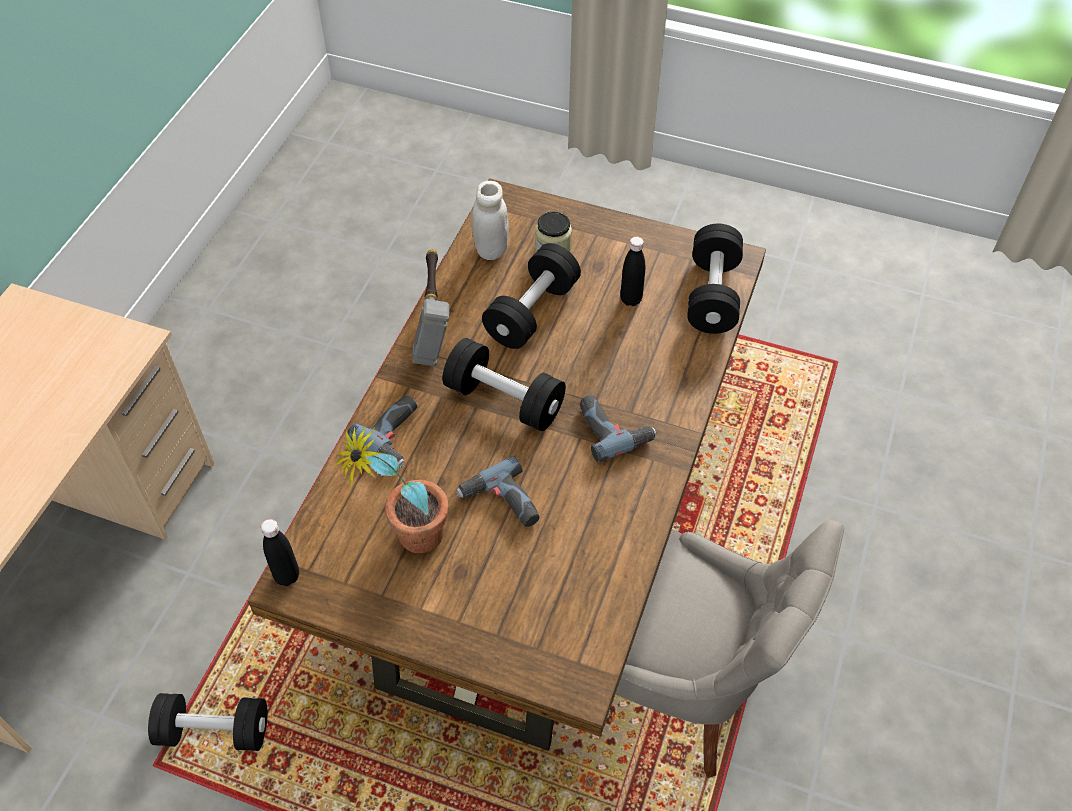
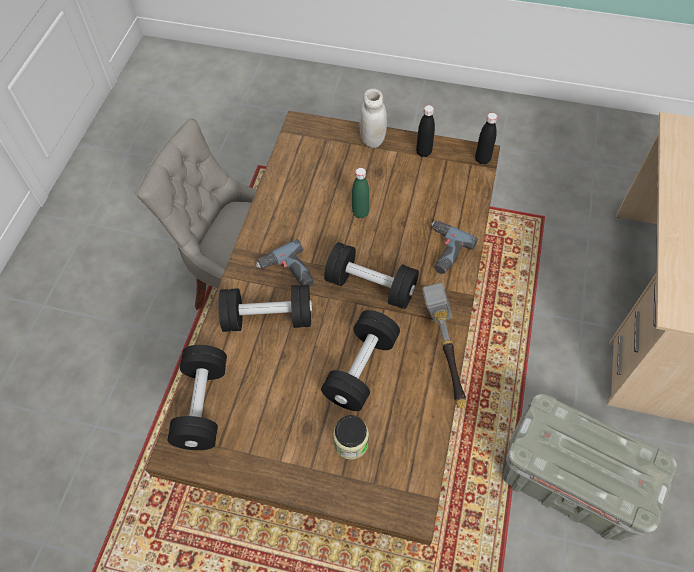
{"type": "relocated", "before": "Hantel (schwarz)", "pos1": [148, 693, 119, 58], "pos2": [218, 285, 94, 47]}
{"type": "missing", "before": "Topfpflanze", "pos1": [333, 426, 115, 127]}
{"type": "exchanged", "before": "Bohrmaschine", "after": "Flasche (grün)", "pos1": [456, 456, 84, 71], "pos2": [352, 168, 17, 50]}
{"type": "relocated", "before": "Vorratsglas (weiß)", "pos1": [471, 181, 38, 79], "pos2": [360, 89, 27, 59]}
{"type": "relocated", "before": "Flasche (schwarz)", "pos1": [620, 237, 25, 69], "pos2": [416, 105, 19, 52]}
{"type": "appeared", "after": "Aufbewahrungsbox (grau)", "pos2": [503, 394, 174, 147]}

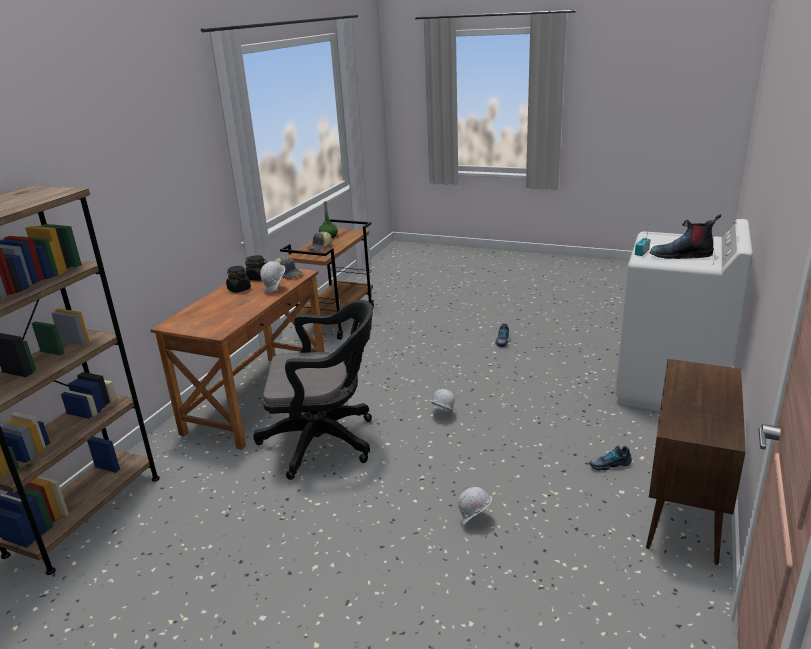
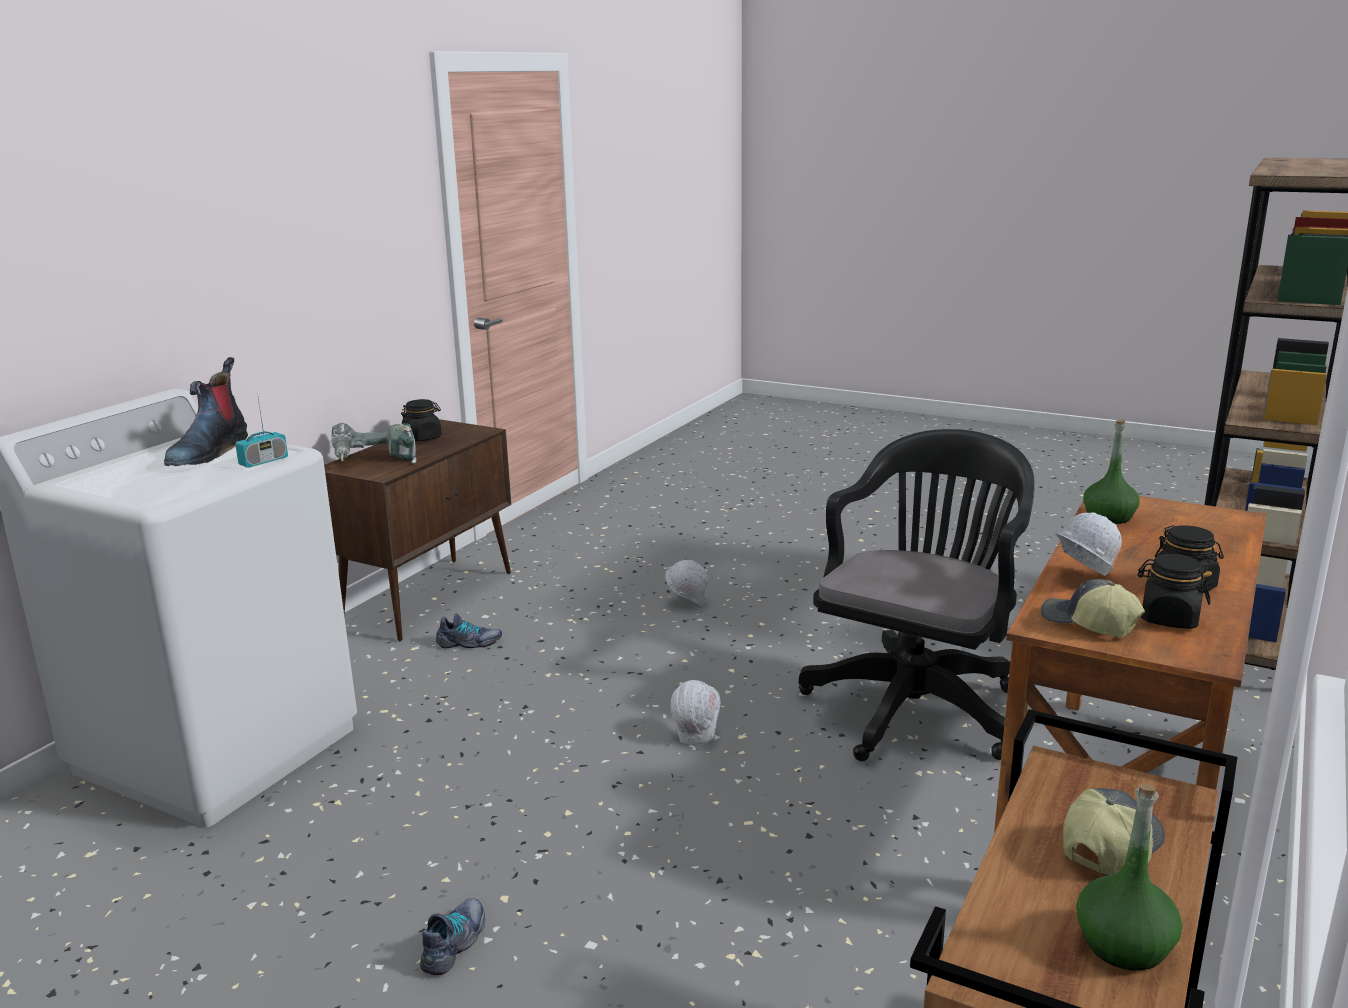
{"type": "spun", "before": "Bürostuhl (schwarz)", "pos1": [253, 300, 120, 180], "pos2": [799, 429, 236, 332], "turn": 120}
{"type": "spun", "before": "Stiefel", "pos1": [650, 214, 71, 45], "pos2": [164, 357, 84, 109], "turn": 90}
{"type": "appeared", "after": "Bohrmaschine", "pos2": [331, 423, 85, 41]}
{"type": "appeared", "after": "Vorratsglas (schwarz)", "pos2": [401, 399, 41, 42]}
{"type": "appeared", "after": "Flasche (grün)", "pos2": [1083, 420, 57, 104]}

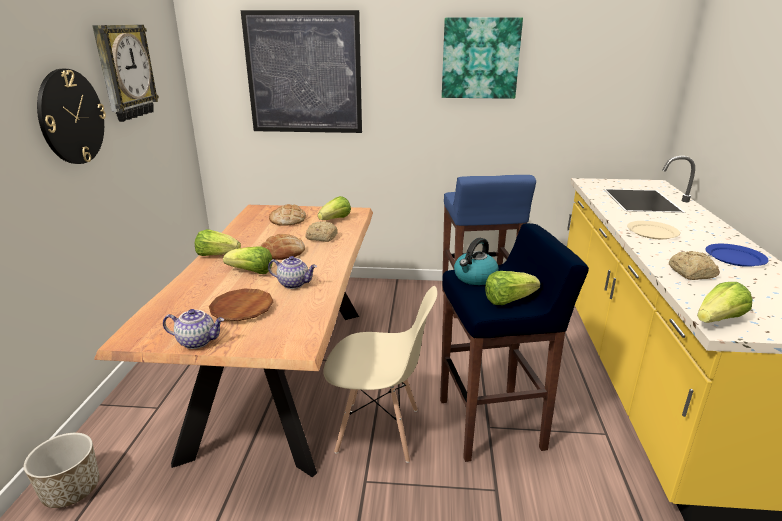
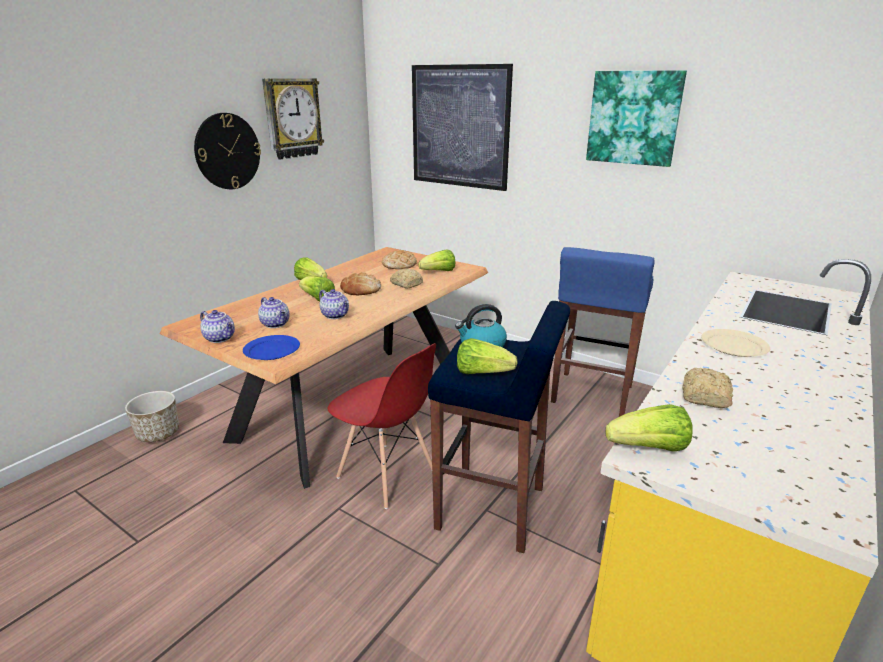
{"type": "exchanged", "before": "Teller (braun)", "after": "Teekanne", "pos1": [209, 289, 65, 32], "pos2": [258, 297, 32, 31]}
{"type": "colour", "before": "Stuhl (beige)", "after": "Stuhl (rot)", "pos1": [323, 286, 114, 177], "pos2": [327, 343, 109, 166]}
{"type": "relocated", "before": "Teller (blau)", "pos1": [705, 244, 64, 23], "pos2": [243, 335, 57, 25]}

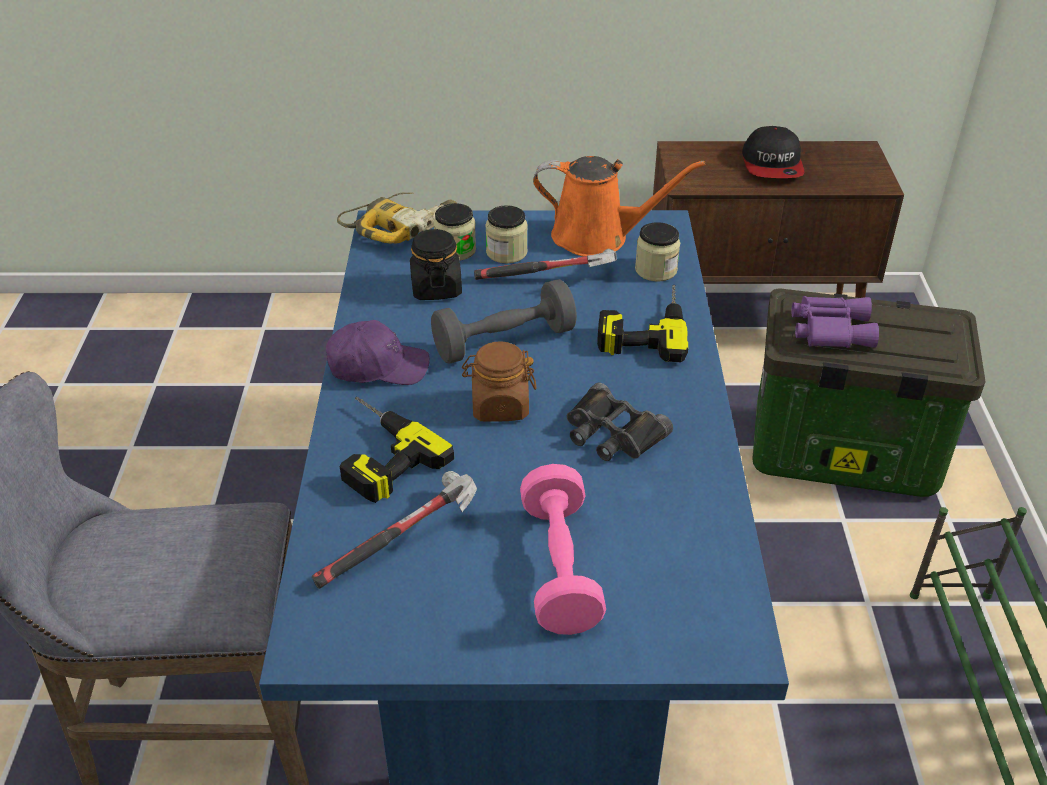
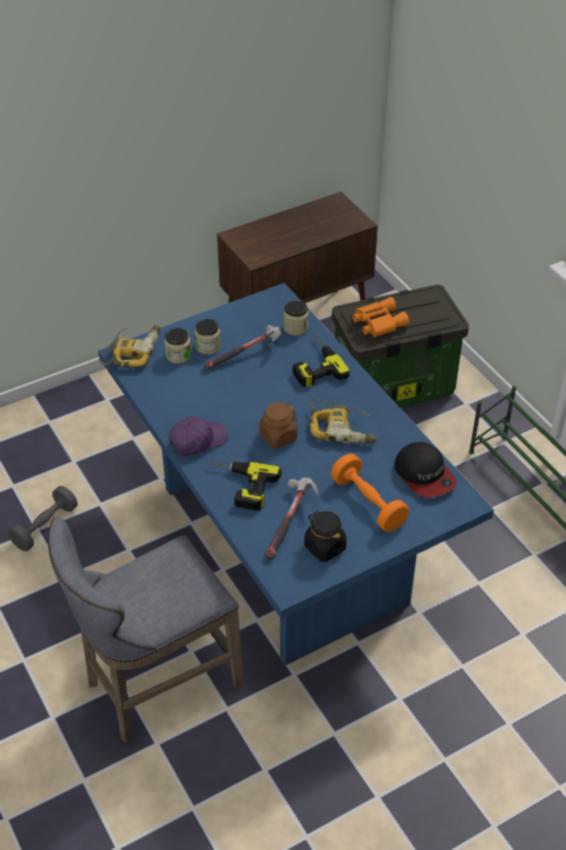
{"type": "relocated", "before": "Vorratsglas (schwarz)", "pos1": [410, 229, 52, 71], "pos2": [304, 511, 43, 51]}
{"type": "relocated", "before": "Hantel (grau)", "pos1": [431, 279, 146, 85], "pos2": [8, 486, 70, 65]}
{"type": "colour", "before": "Hantel (rosa)", "after": "Hantel (orange)", "pos1": [520, 464, 86, 171], "pos2": [331, 454, 78, 78]}
{"type": "missing", "before": "Gießkanne (orange)", "pos1": [533, 156, 172, 101]}
{"type": "exchanged", "before": "Fernglas (schwarz)", "after": "Bohrmaschine", "pos1": [567, 383, 106, 78], "pos2": [310, 399, 67, 45]}
{"type": "relocated", "before": "Kappe", "pos1": [742, 126, 63, 52], "pos2": [394, 442, 63, 56]}
{"type": "colour", "before": "Fernglas (lila)", "after": "Fernglas (orange)", "pos1": [791, 296, 88, 52], "pos2": [353, 297, 56, 40]}

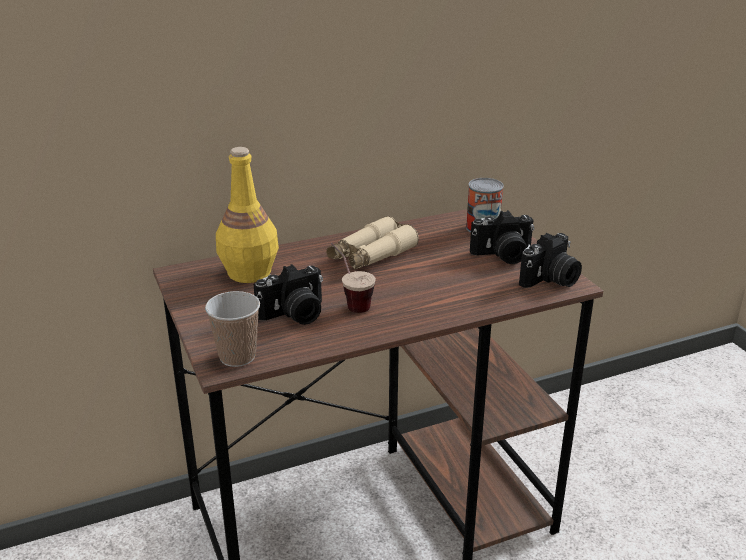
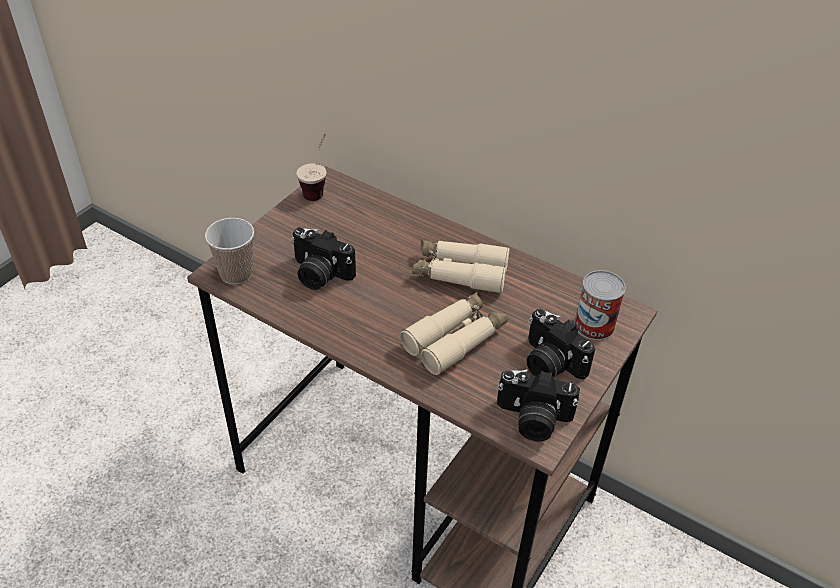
{"type": "missing", "before": "Flasche (gelb)", "pos1": [216, 147, 63, 136]}
{"type": "relocated", "before": "Tasse", "pos1": [331, 243, 45, 70], "pos2": [297, 134, 29, 67]}
{"type": "appeared", "after": "Fernglas (beige)", "pos2": [400, 292, 108, 83]}

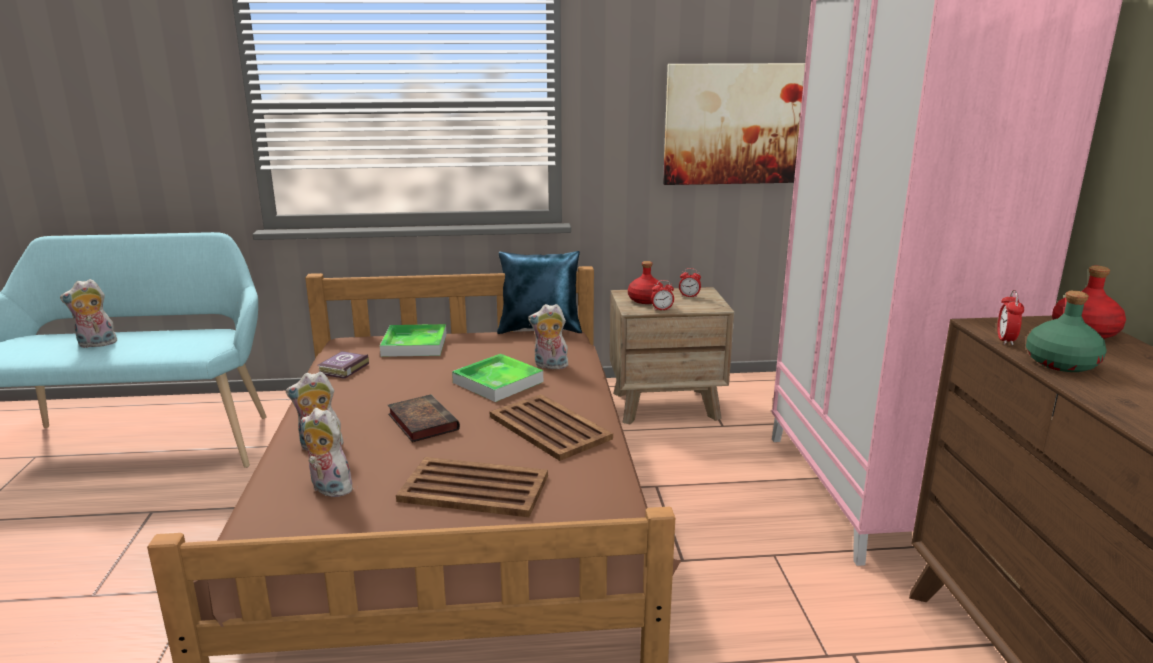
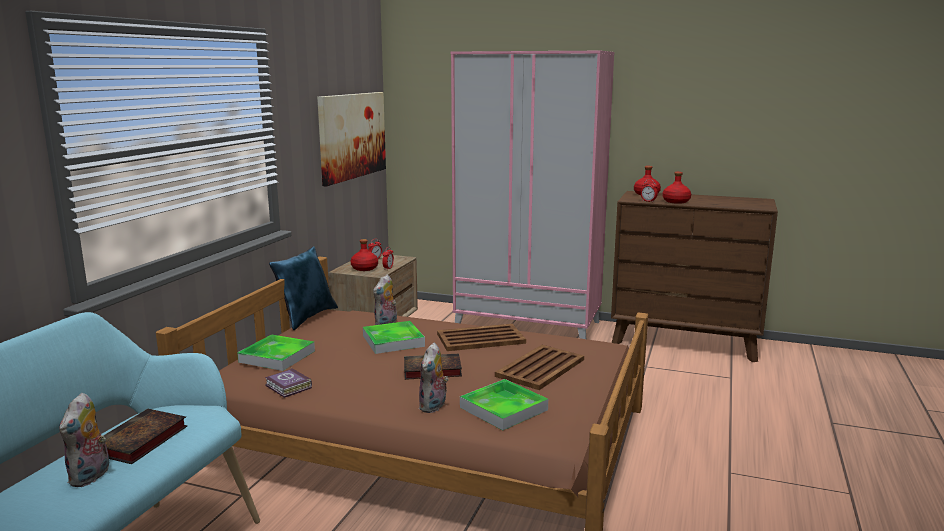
{"type": "exchanged", "before": "Plüschtier", "after": "Tablett", "pos1": [301, 408, 51, 89], "pos2": [460, 379, 88, 51]}
{"type": "colour", "before": "Flasche (grün)", "after": "Flasche (rot)", "pos1": [1026, 291, 81, 81], "pos2": [662, 172, 29, 32]}
{"type": "appeared", "after": "Buch", "pos2": [103, 409, 84, 55]}

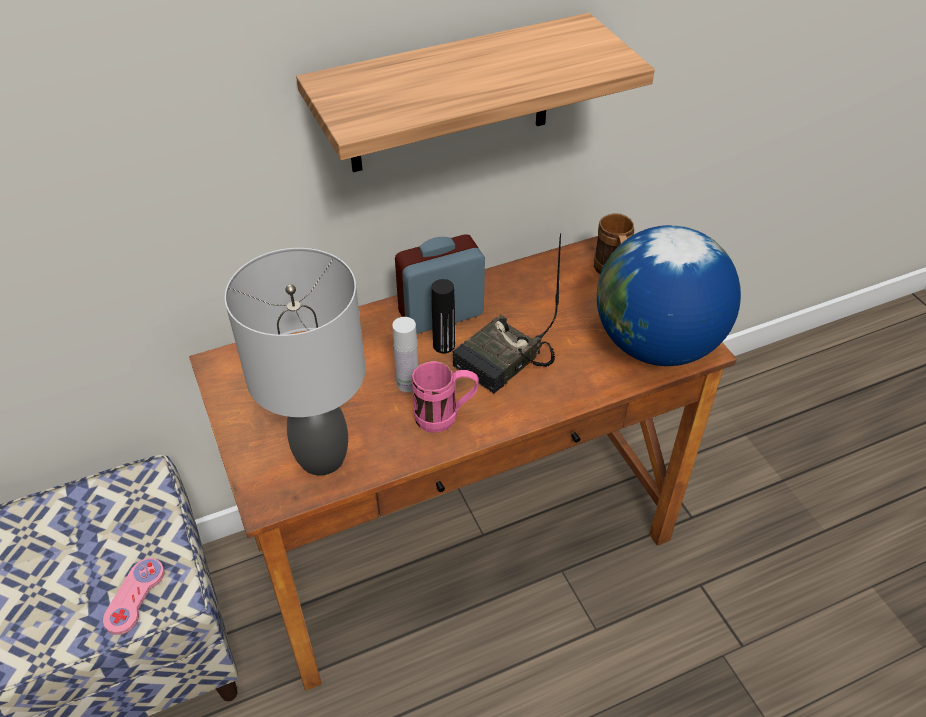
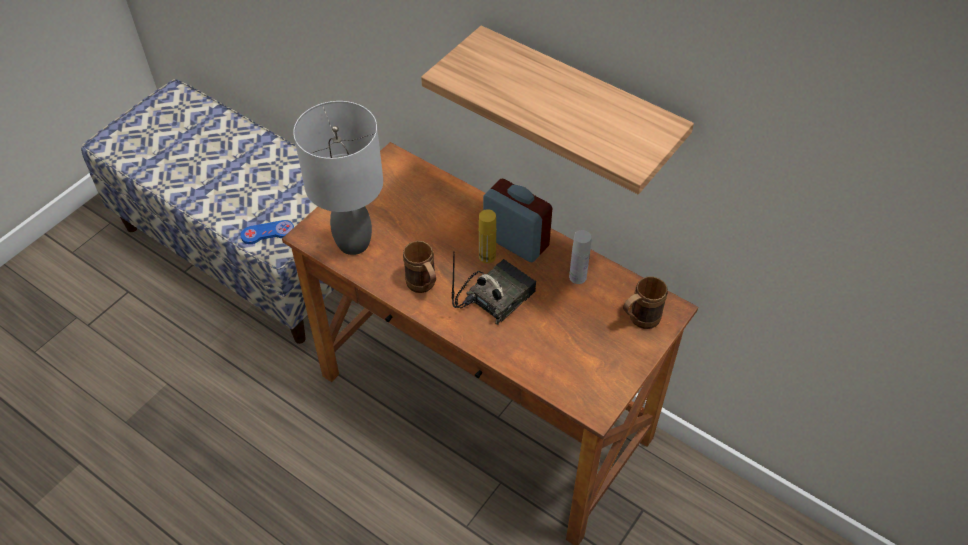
{"type": "colour", "before": "Gamepad (rosa)", "after": "Gamepad (blau)", "pos1": [103, 558, 61, 77], "pos2": [240, 220, 54, 24]}
{"type": "relocated", "before": "Flasche (weiß)", "pos1": [392, 317, 27, 75], "pos2": [569, 230, 23, 54]}
{"type": "colour", "before": "Henkelbecher (rosa)", "after": "Henkelbecher (braun)", "pos1": [412, 361, 67, 72], "pos2": [403, 241, 33, 52]}
{"type": "colour", "before": "Flasche (schwarz)", "after": "Flasche (gelb)", "pos1": [432, 279, 23, 75], "pos2": [479, 209, 17, 54]}
{"type": "spun", "before": "Radio", "pos1": [453, 233, 108, 161], "pos2": [452, 251, 84, 74], "turn": 120}
{"type": "missing", "before": "Globus", "pos1": [597, 225, 144, 141]}

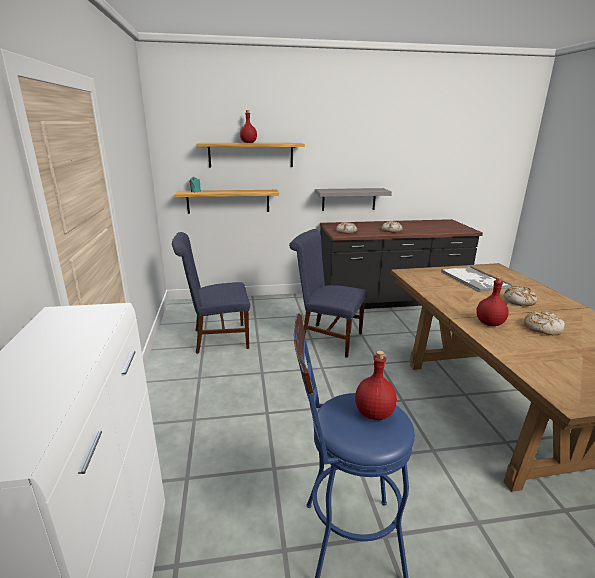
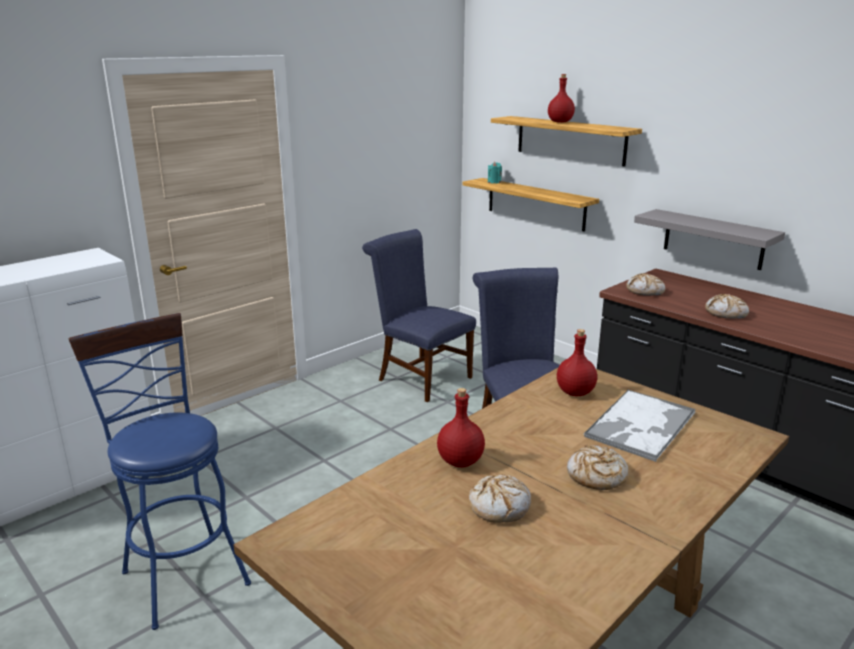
{"type": "relocated", "before": "Flasche (rot)", "pos1": [355, 351, 42, 69], "pos2": [557, 329, 40, 67]}

